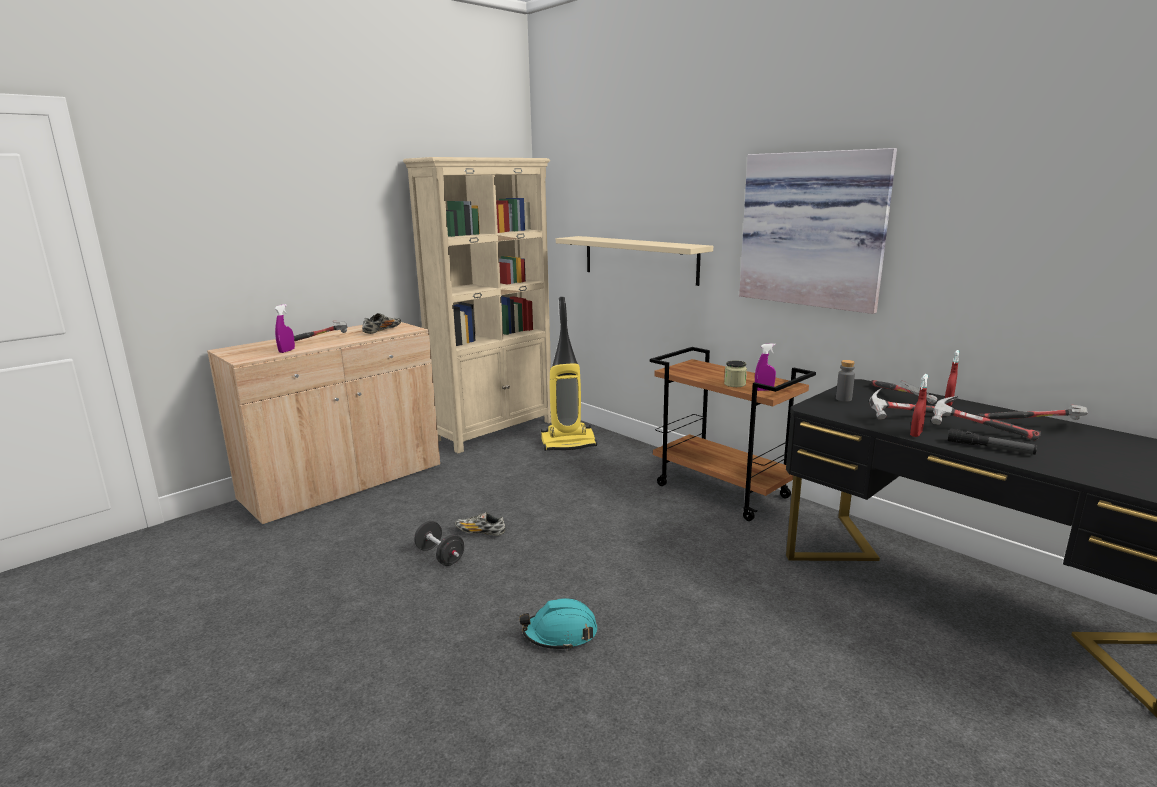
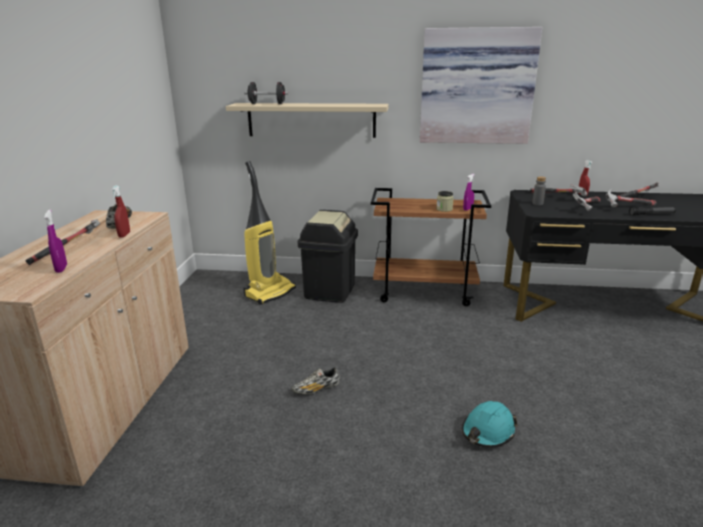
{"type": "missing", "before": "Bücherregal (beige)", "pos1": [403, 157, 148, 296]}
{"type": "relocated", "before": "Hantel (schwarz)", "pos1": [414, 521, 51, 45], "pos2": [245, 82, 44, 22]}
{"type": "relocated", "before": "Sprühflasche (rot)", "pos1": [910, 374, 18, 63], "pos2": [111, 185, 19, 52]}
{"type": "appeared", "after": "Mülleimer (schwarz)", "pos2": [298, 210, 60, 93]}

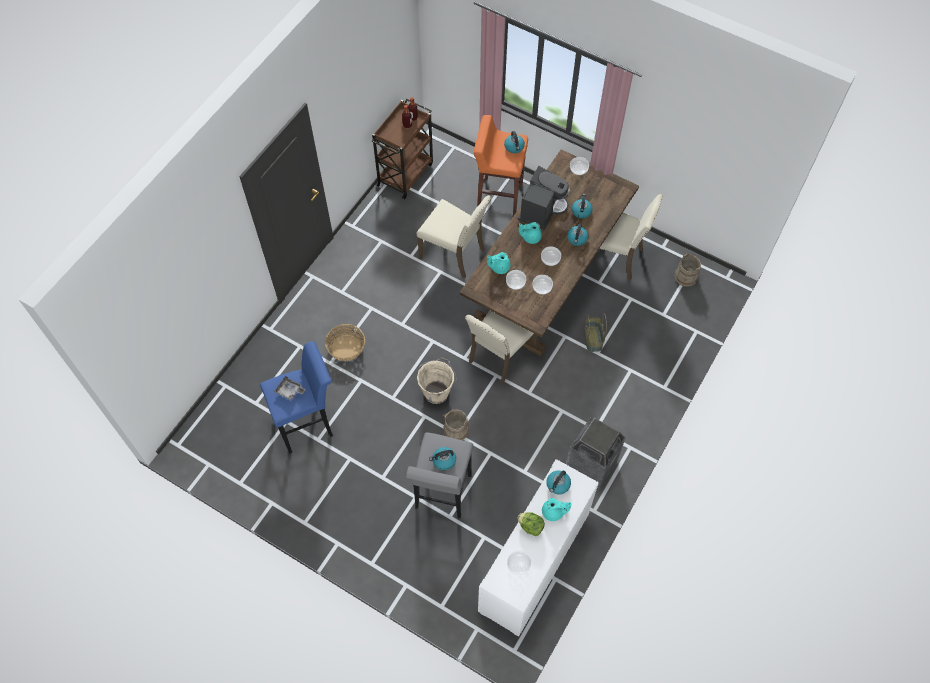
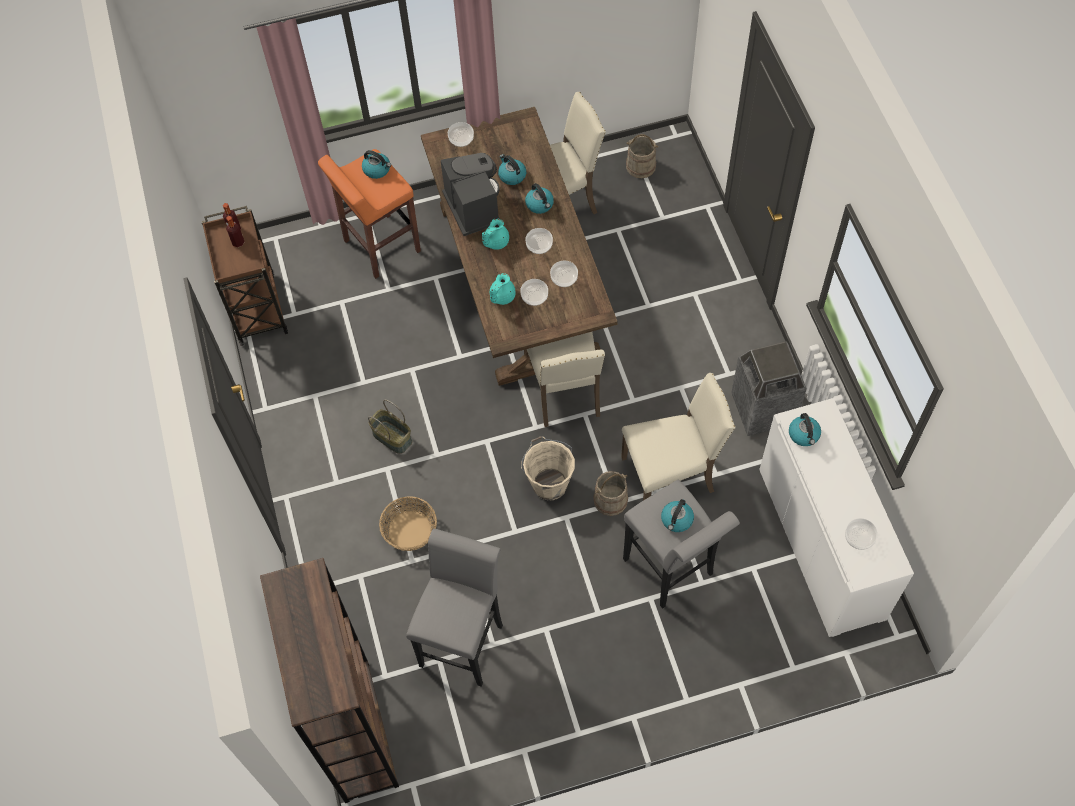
{"type": "colour", "before": "Hocker (blau)", "after": "Hocker (grau)", "pos1": [260, 341, 73, 113], "pos2": [406, 529, 97, 158]}
{"type": "missing", "before": "Tablett (grau)", "pos1": [274, 376, 32, 25]}
{"type": "relocated", "before": "Stuhl (beige)", "pos1": [416, 195, 76, 83], "pos2": [621, 373, 115, 127]}
{"type": "missing", "before": "Salatkopf", "pos1": [518, 512, 27, 24]}
{"type": "missing", "before": "Teekanne (türkis)", "pos1": [542, 498, 30, 23]}
{"type": "relocated", "before": "Korb", "pos1": [584, 313, 23, 39], "pos2": [368, 400, 44, 54]}
{"type": "appeared", "after": "Bücherregal (braun)", "pos2": [260, 558, 139, 245]}

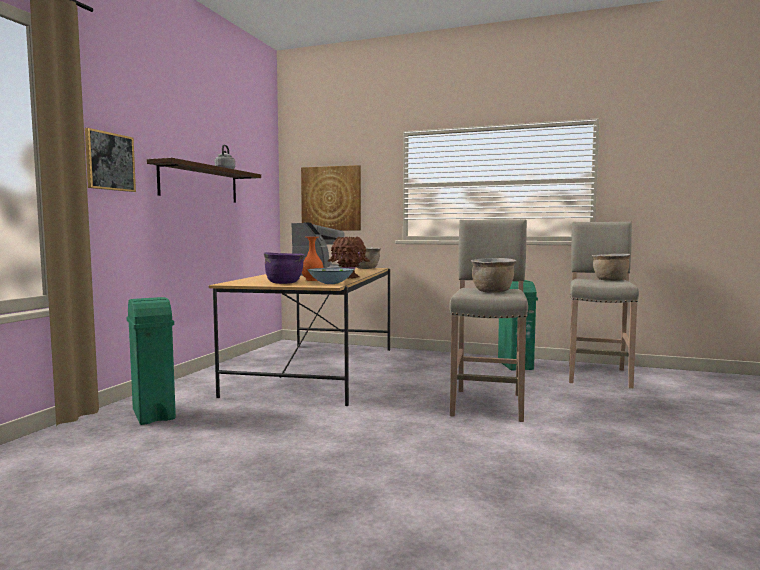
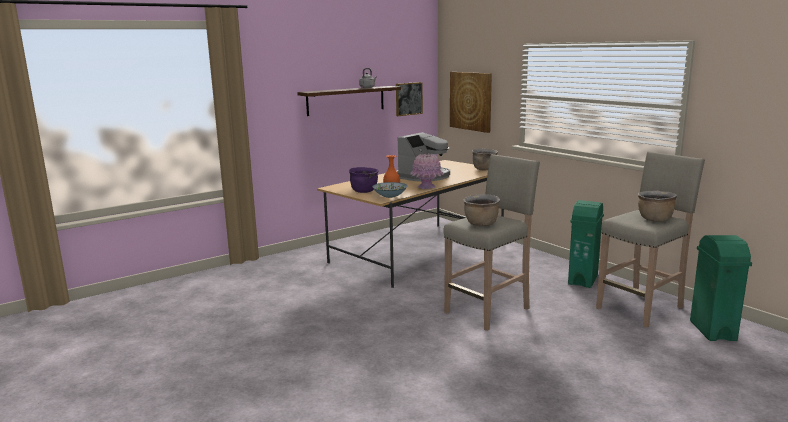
{"type": "relocated", "before": "Bild", "pos1": [85, 128, 51, 64], "pos2": [396, 82, 27, 34]}
{"type": "relocated", "before": "Mülleimer (grün)", "pos1": [126, 297, 50, 128], "pos2": [690, 235, 62, 106]}
{"type": "colour", "before": "Vase (braun)", "after": "Vase (rosa)", "pos1": [328, 237, 42, 42], "pos2": [410, 153, 33, 36]}

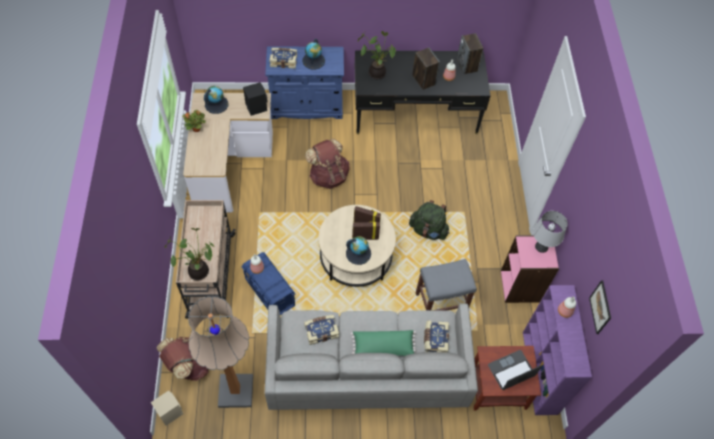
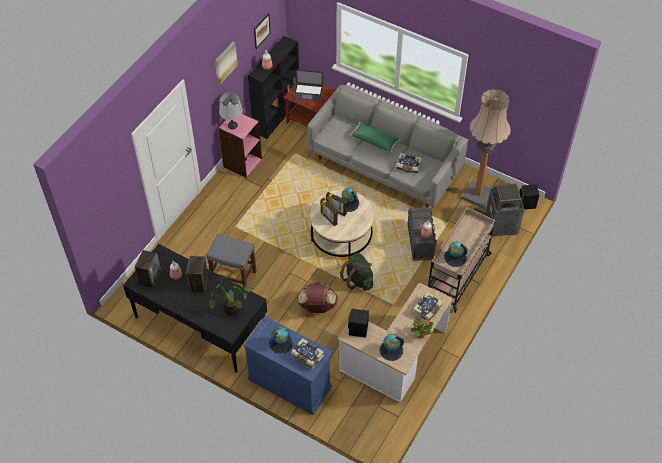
{"type": "colour", "before": "Lautsprecher (beige)", "after": "Lautsprecher (schwarz)", "pos1": [151, 391, 32, 35], "pos2": [520, 184, 19, 25]}
{"type": "exchanged", "before": "Rucksack (braun)", "after": "Mülleimer", "pos1": [156, 337, 53, 44], "pos2": [485, 183, 39, 53]}
{"type": "missing", "before": "Topfpflanze", "pos1": [165, 228, 49, 52]}
{"type": "colour", "before": "Aufbewahrungsbox (blau)", "after": "Aufbewahrungsbox (grau)", "pos1": [241, 252, 54, 63], "pos2": [408, 207, 29, 54]}
{"type": "relocated", "before": "Rucksack (grün)", "pos1": [409, 200, 40, 40], "pos2": [340, 253, 33, 38]}
{"type": "relocated", "before": "Hocker (grau)", "pos1": [416, 259, 61, 52], "pos2": [207, 234, 50, 53]}
{"type": "relocated", "before": "Buch", "pos1": [424, 320, 25, 32], "pos2": [413, 291, 30, 30]}
{"type": "colour", "before": "Bücherregal (lila)", "after": "Bücherregal (schwarz)", "pos1": [523, 285, 69, 130], "pos2": [248, 36, 51, 103]}
{"type": "appeared", "after": "Bild", "pos2": [215, 42, 23, 42]}
{"type": "appeared", "after": "Globus", "pos2": [444, 241, 24, 26]}

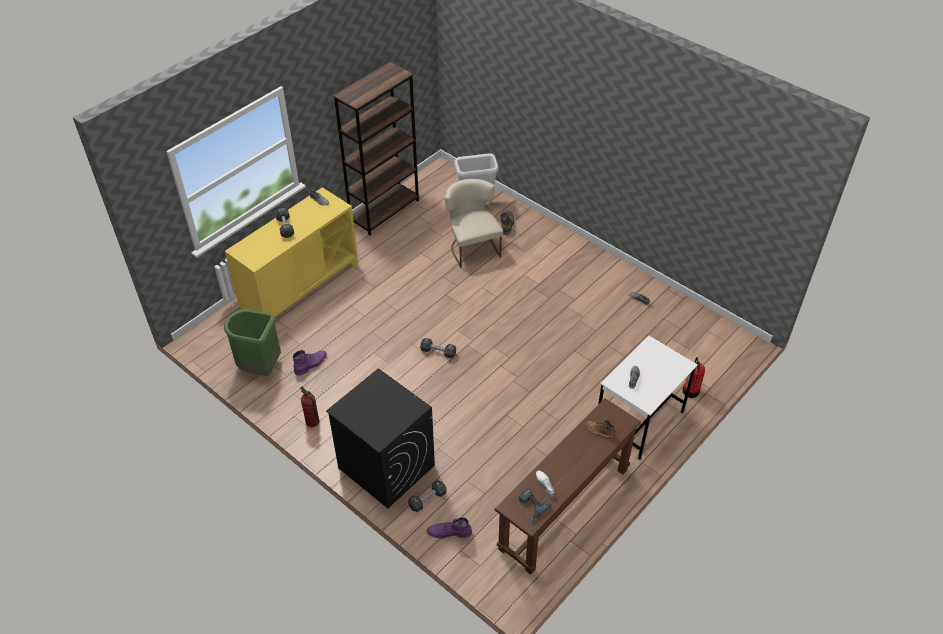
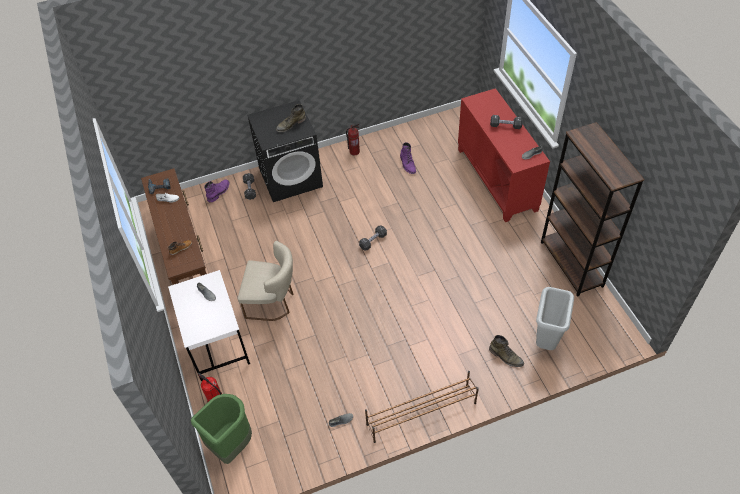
{"type": "relocated", "before": "Mülleimer (grün)", "pos1": [224, 310, 57, 66], "pos2": [191, 394, 61, 70]}
{"type": "colour", "before": "Schrank (gelb)", "after": "Schrank (rot)", "pos1": [225, 187, 133, 130], "pos2": [458, 88, 92, 134]}
{"type": "relocated", "before": "Stuhl (beige)", "pos1": [445, 179, 58, 89], "pos2": [238, 241, 56, 80]}
{"type": "appeared", "after": "Stiefel (grün)", "pos2": [276, 104, 30, 28]}
{"type": "appeared", "after": "Schuhregal (braun)", "pos2": [365, 371, 114, 72]}

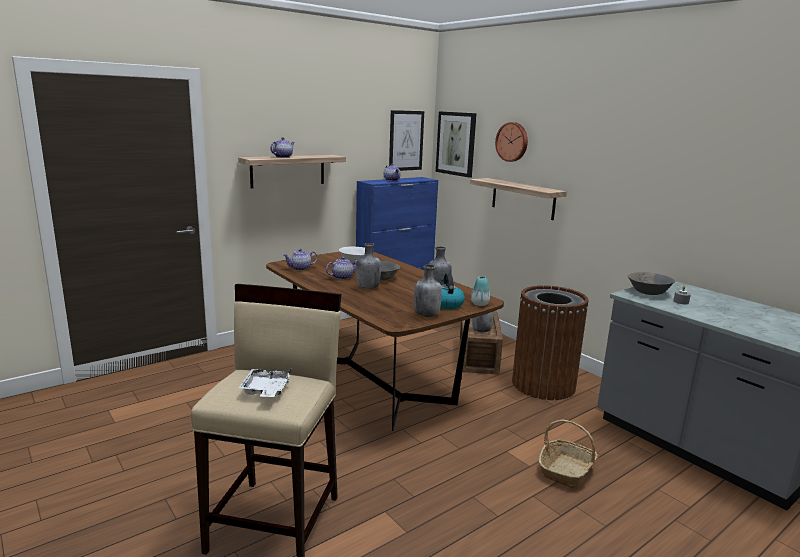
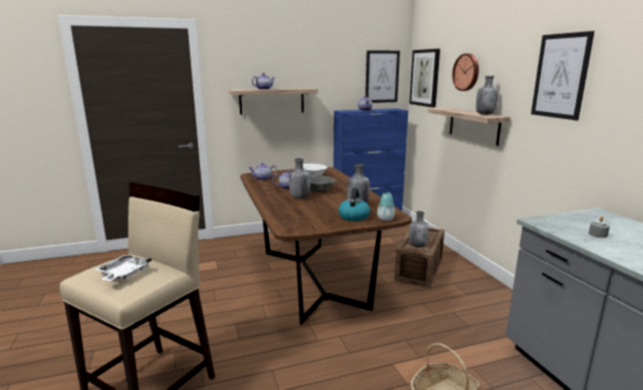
{"type": "relocated", "before": "Flasche (grau)", "pos1": [414, 265, 28, 52], "pos2": [476, 76, 22, 39]}
{"type": "missing", "before": "Mülleimer (braun)", "pos1": [512, 285, 77, 115]}
{"type": "missing", "before": "Schüssel (grau)", "pos1": [628, 272, 47, 23]}
{"type": "appeared", "after": "Bild", "pos2": [531, 31, 63, 89]}

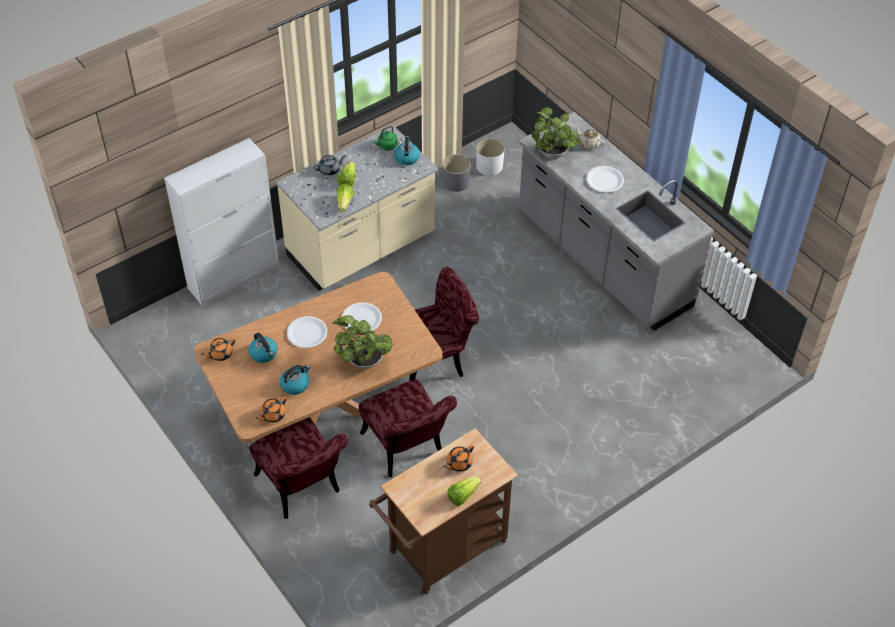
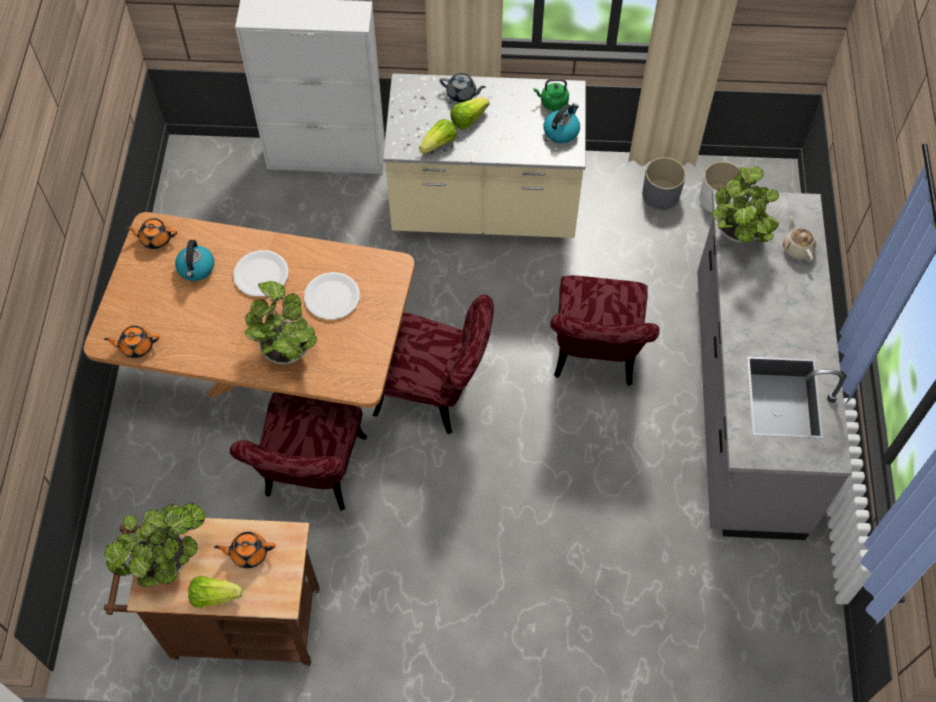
{"type": "relocated", "before": "Stuhl (rot)", "pos1": [249, 417, 99, 102], "pos2": [550, 275, 110, 111]}
{"type": "missing", "before": "Wasserkessel", "pos1": [280, 365, 30, 30]}
{"type": "missing", "before": "Teller (weiß)", "pos1": [586, 166, 38, 27]}
{"type": "appeared", "after": "Topfpflanze", "pos2": [105, 503, 100, 84]}

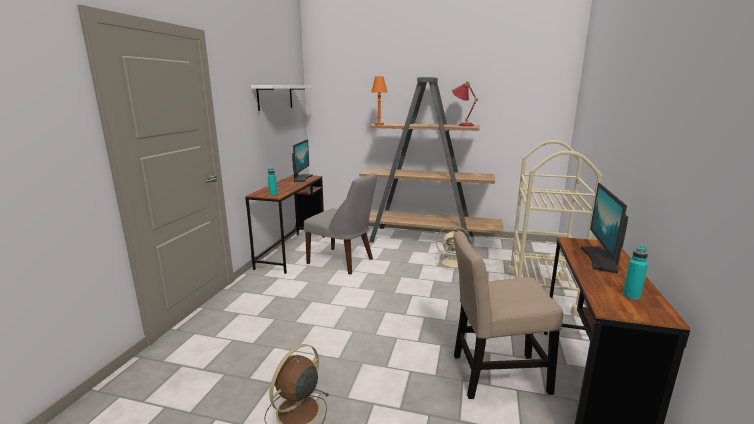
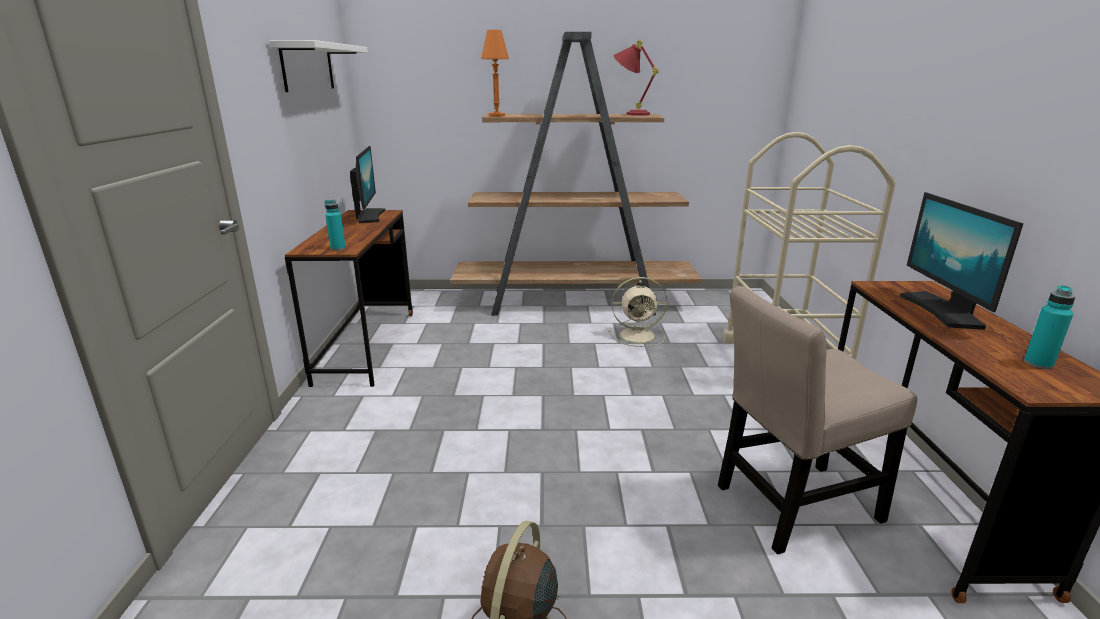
{"type": "missing", "before": "Stuhl (grau)", "pos1": [304, 173, 73, 102]}

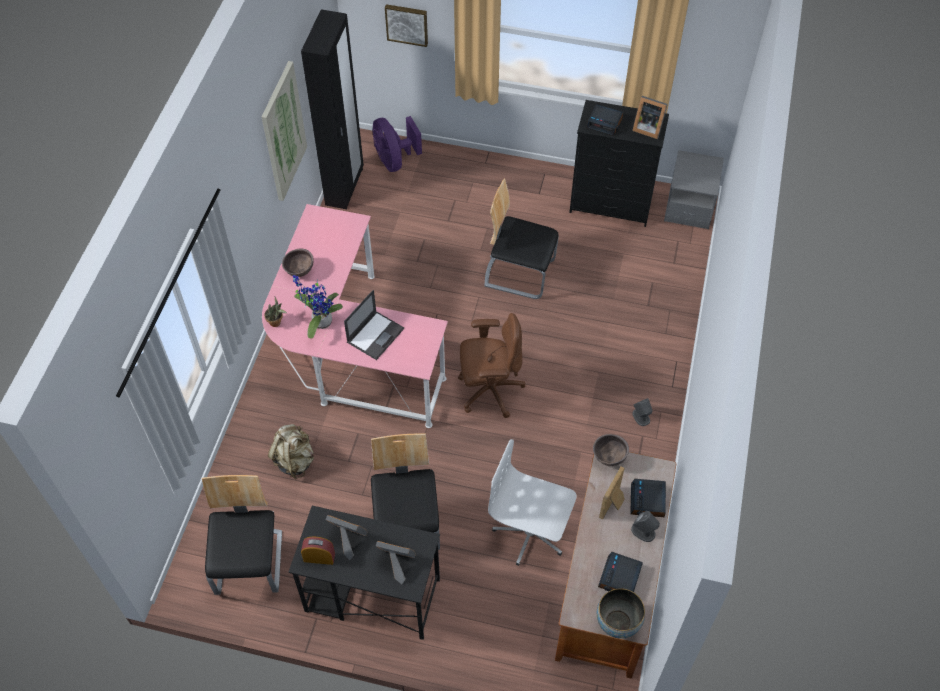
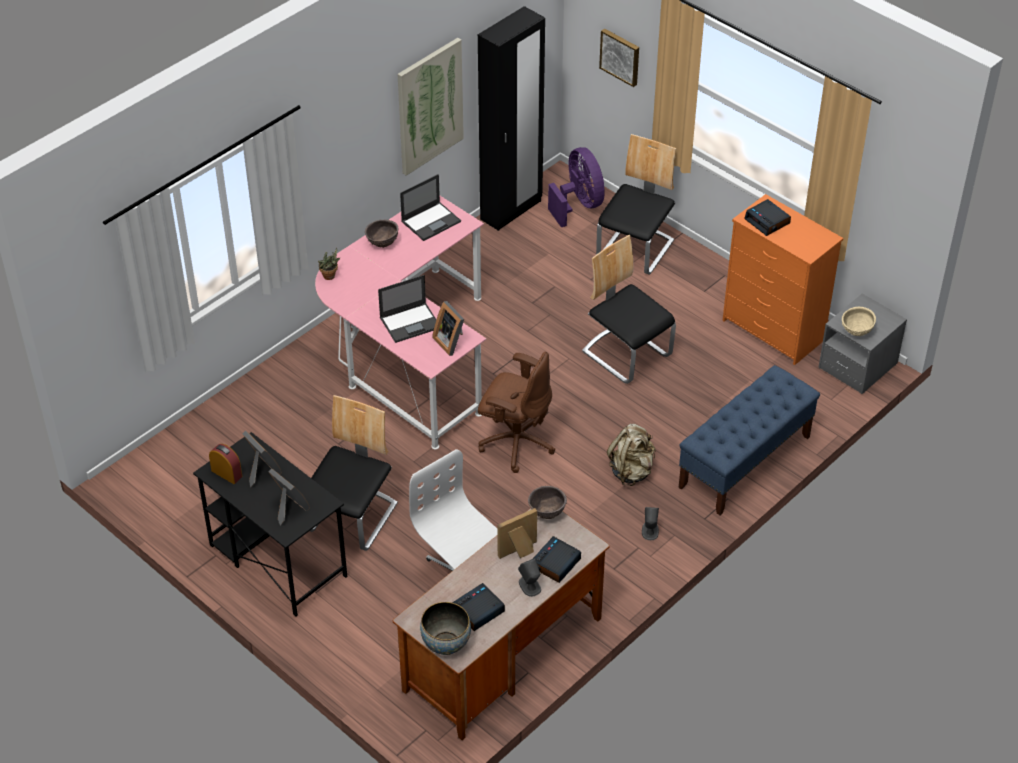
{"type": "relocated", "before": "Stuhl", "pos1": [202, 475, 80, 120], "pos2": [596, 134, 80, 141]}
{"type": "relocated", "before": "Rucksack (beige)", "pos1": [268, 424, 46, 55], "pos2": [607, 424, 48, 62]}
{"type": "missing", "before": "Topfpflanze", "pos1": [293, 275, 50, 64]}
{"type": "spun", "before": "Ventilator (lila)", "pos1": [372, 116, 50, 56], "pos2": [548, 147, 57, 80], "turn": 150}
{"type": "colour", "before": "Kommode (schwarz)", "after": "Kommode (orange)", "pos1": [569, 100, 100, 127], "pos2": [722, 194, 121, 171]}
{"type": "relocated", "before": "Bilderrahmen", "pos1": [632, 96, 36, 43], "pos2": [432, 301, 32, 55]}
{"type": "appeared", "after": "Laptop", "pos2": [400, 174, 61, 67]}
{"type": "appeared", "after": "Bank (blau)", "pos2": [679, 365, 141, 150]}
{"type": "appeared", "after": "Schüssel (beige)", "pos2": [842, 307, 34, 29]}

